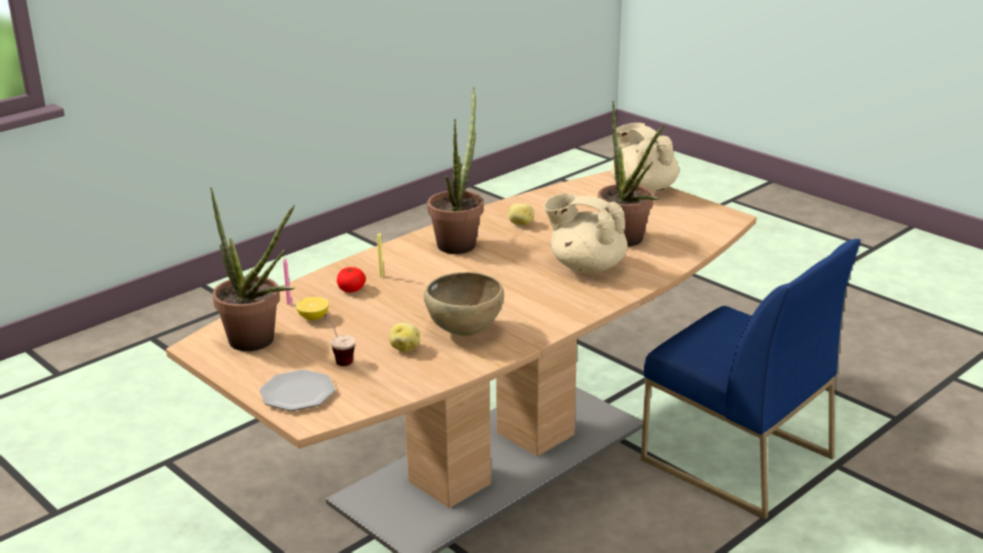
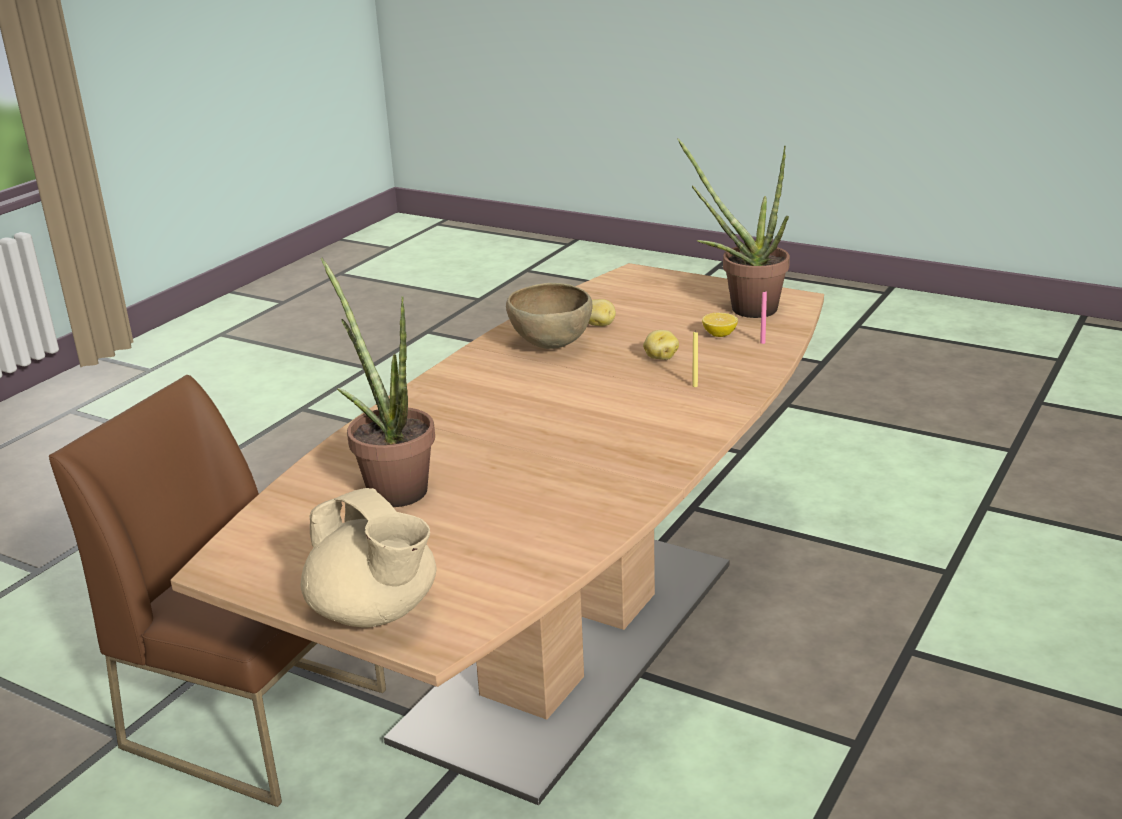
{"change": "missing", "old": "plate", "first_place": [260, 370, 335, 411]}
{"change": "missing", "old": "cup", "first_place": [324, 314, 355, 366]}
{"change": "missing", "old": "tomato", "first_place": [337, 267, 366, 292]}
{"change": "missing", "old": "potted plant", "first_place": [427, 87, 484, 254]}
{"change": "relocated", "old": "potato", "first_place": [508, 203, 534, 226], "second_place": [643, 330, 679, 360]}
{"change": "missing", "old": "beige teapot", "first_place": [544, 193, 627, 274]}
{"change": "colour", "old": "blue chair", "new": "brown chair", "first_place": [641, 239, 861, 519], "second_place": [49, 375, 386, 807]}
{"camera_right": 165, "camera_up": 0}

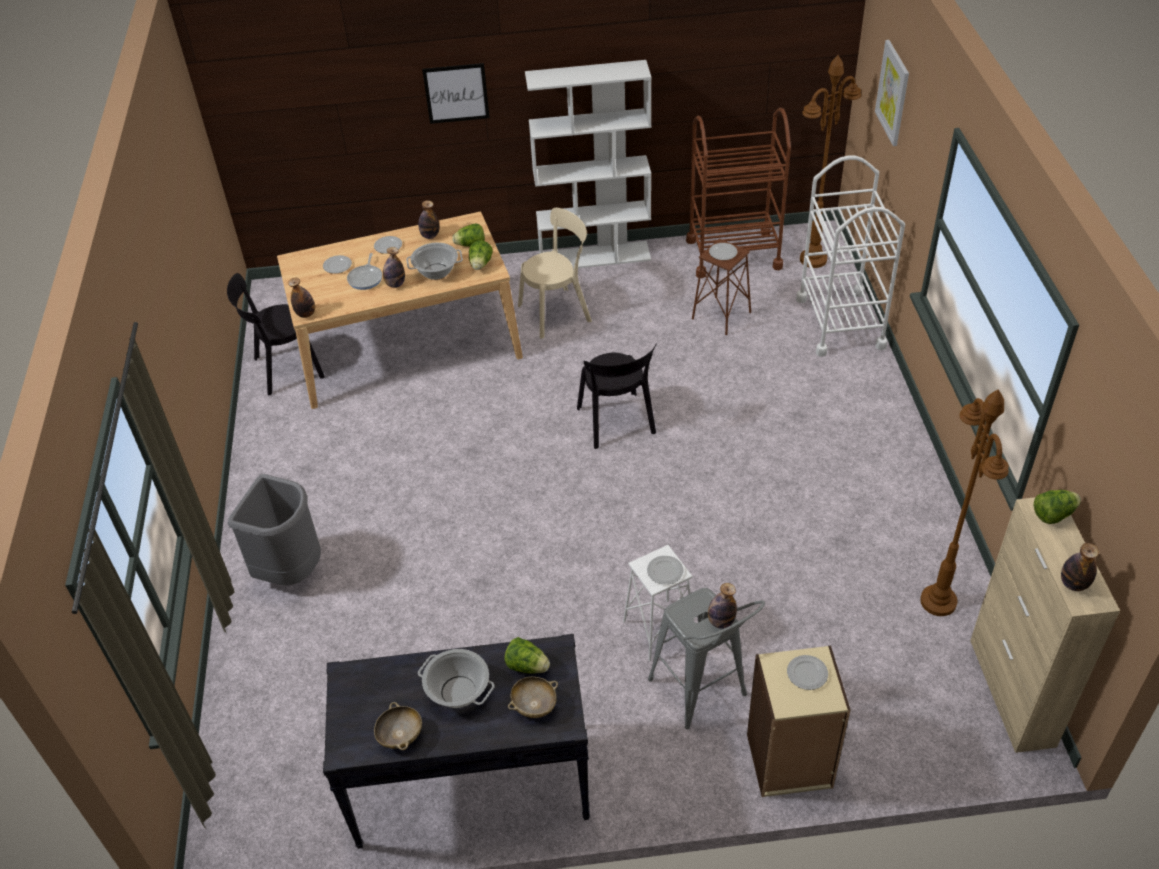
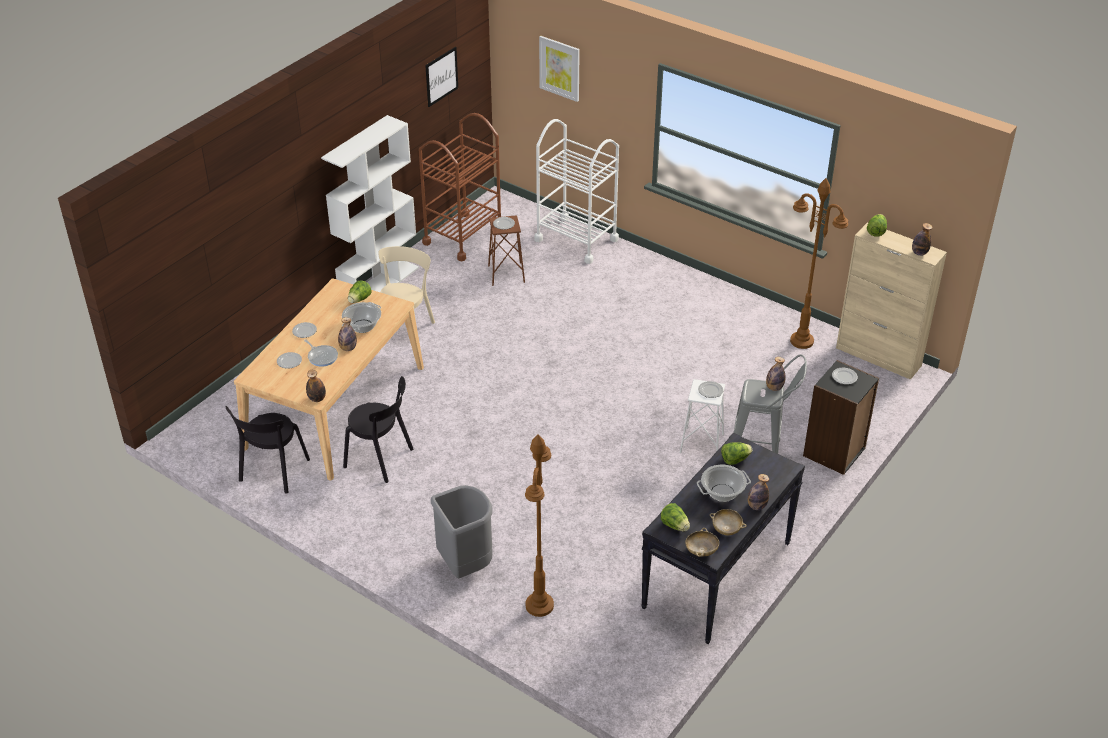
{"change": "relocated", "old": "bottle", "first_place": [418, 200, 439, 239], "second_place": [748, 474, 769, 510]}
{"change": "relocated", "old": "picture", "first_place": [422, 63, 490, 124], "second_place": [425, 47, 458, 107]}
{"change": "relocated", "old": "lettuce", "first_place": [469, 240, 493, 270], "second_place": [661, 503, 690, 531]}
{"change": "relocated", "old": "beige bowl", "first_place": [508, 677, 558, 718], "second_place": [685, 528, 719, 557]}
{"change": "relocated", "old": "black chair", "first_place": [577, 343, 657, 449], "second_place": [343, 376, 413, 483]}
{"change": "colour", "old": "beige bookcase", "new": "black bookcase", "first_place": [747, 646, 850, 797], "second_place": [803, 360, 879, 475]}
{"change": "relocated", "old": "brown floor lamp", "first_place": [800, 55, 861, 268], "second_place": [525, 435, 554, 617]}
{"camera_right": -50, "camera_up": -5}

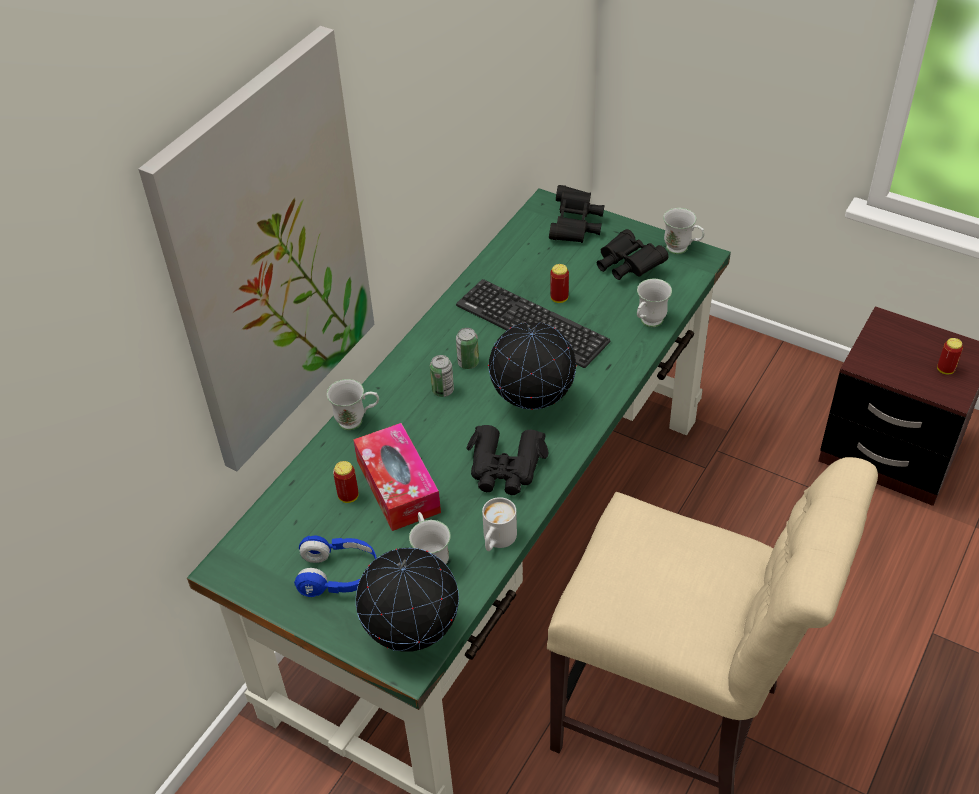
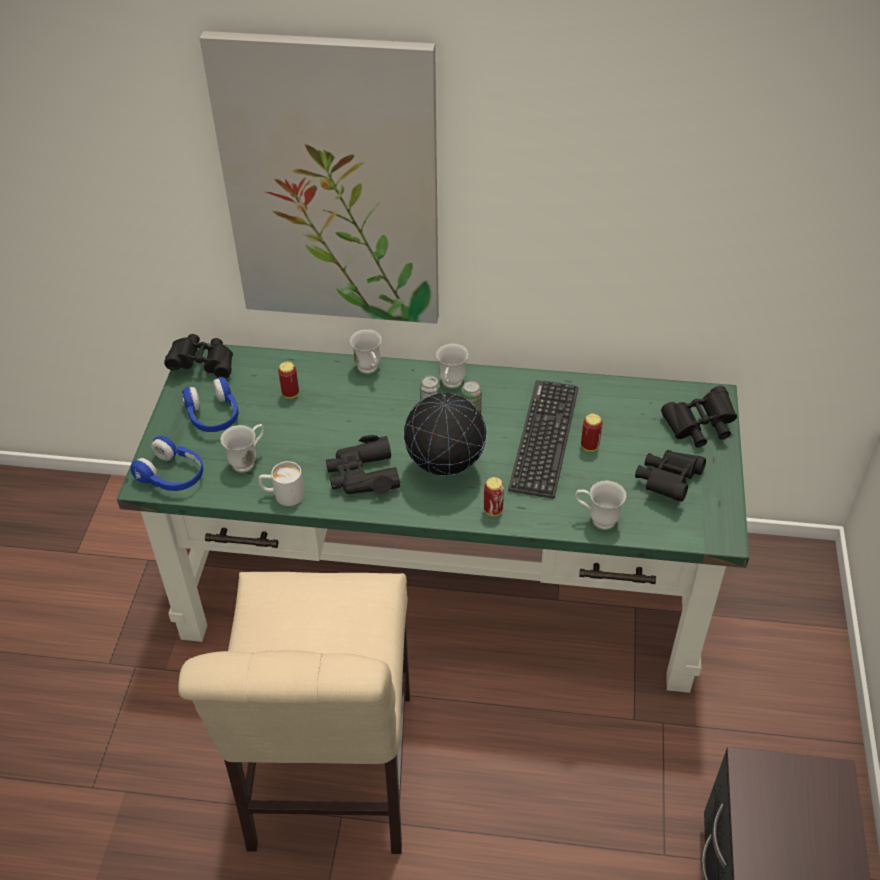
{"change": "missing", "old": "tissue box", "first_place": [353, 423, 441, 531]}
{"change": "exchanged", "old": "globe", "new": "blue headphones", "first_place": [356, 548, 459, 651], "second_place": [131, 436, 203, 491]}
{"change": "relocated", "old": "white mug", "first_place": [663, 208, 705, 254], "second_place": [436, 343, 469, 389]}
{"change": "relocated", "old": "can", "first_place": [937, 338, 963, 374], "second_place": [484, 477, 504, 516]}
{"change": "appeared", "new": "black binoculars", "second_place": [164, 334, 233, 378]}
{"camera_right": 65, "camera_up": 0}

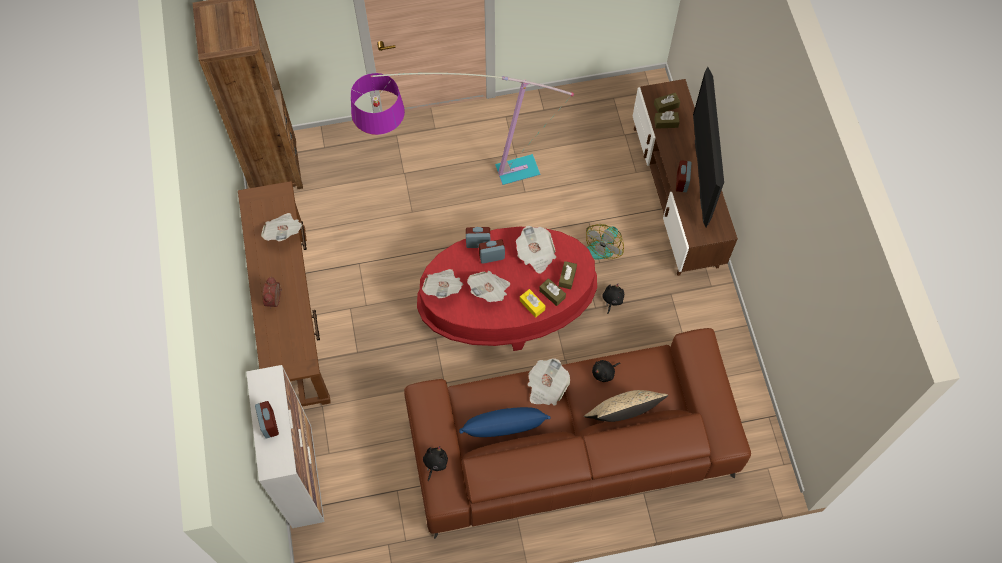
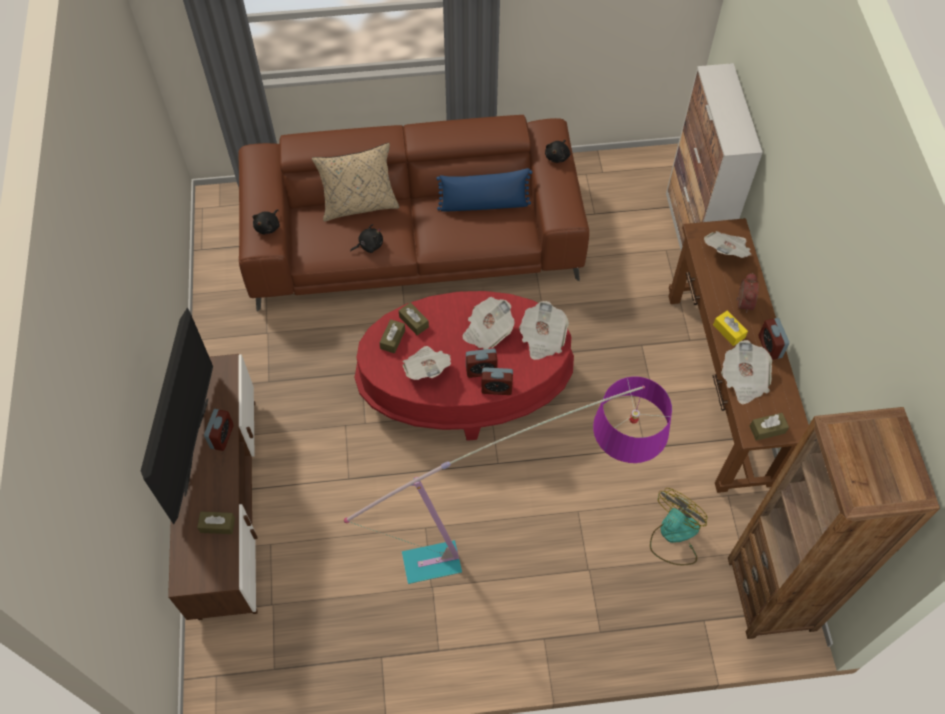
{"change": "relocated", "old": "alarm clock", "first_place": [255, 401, 279, 439], "second_place": [759, 318, 789, 360]}
{"change": "relocated", "old": "yellow tissue box", "first_place": [520, 289, 545, 318], "second_place": [713, 310, 748, 346]}
{"change": "relocated", "old": "newspaper", "first_place": [528, 358, 570, 405], "second_place": [704, 231, 752, 258]}
{"change": "relocated", "old": "fan", "first_place": [586, 224, 624, 259], "second_place": [650, 488, 707, 565]}
{"change": "relocated", "old": "black plush toy", "first_place": [602, 284, 624, 314], "second_place": [252, 209, 280, 234]}
{"change": "relocated", "old": "brown tissue box", "first_place": [654, 93, 680, 113], "second_place": [750, 413, 789, 441]}
{"camera_right": -175, "camera_up": -5}

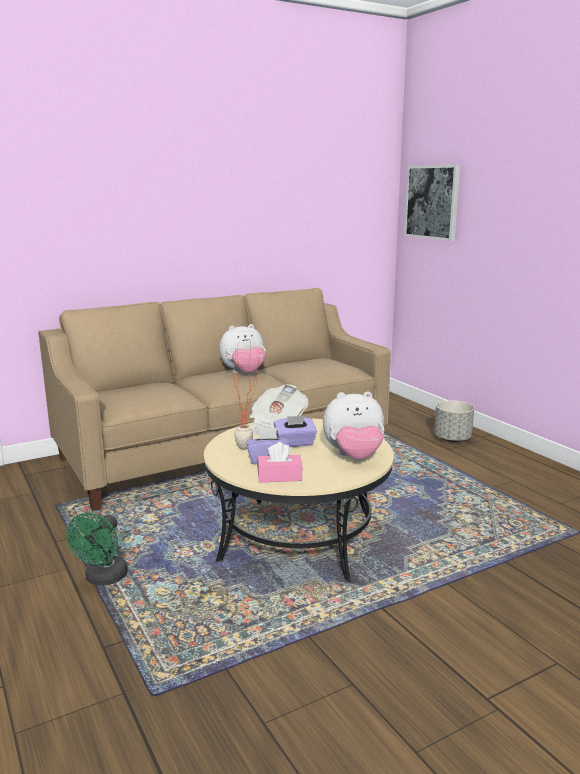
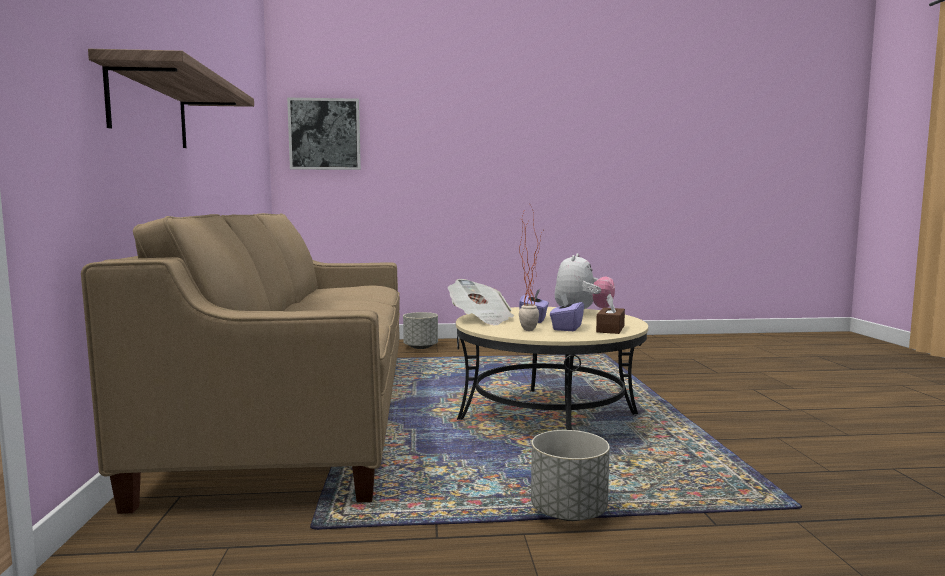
{"change": "exchanged", "old": "green fan", "new": "grey planter", "first_place": [66, 513, 128, 585], "second_place": [531, 430, 610, 521]}
{"change": "missing", "old": "plush toy", "first_place": [219, 324, 266, 373]}
{"change": "colour", "old": "pink tissue box", "new": "brown tissue box", "first_place": [257, 442, 303, 483], "second_place": [596, 294, 625, 334]}
{"change": "appeared", "new": "shelf", "second_place": [88, 49, 254, 148]}
{"camera_right": -65, "camera_up": -10}

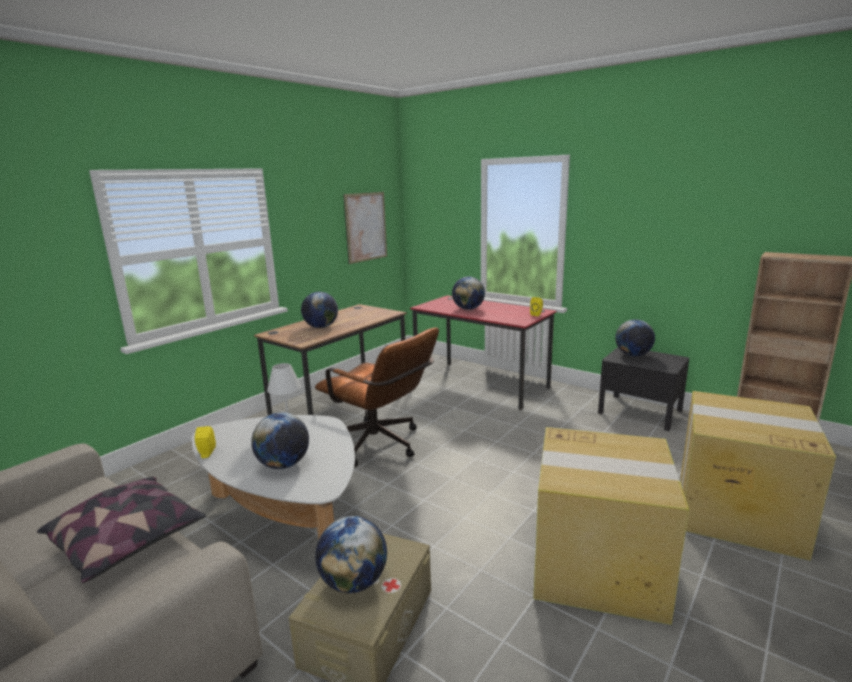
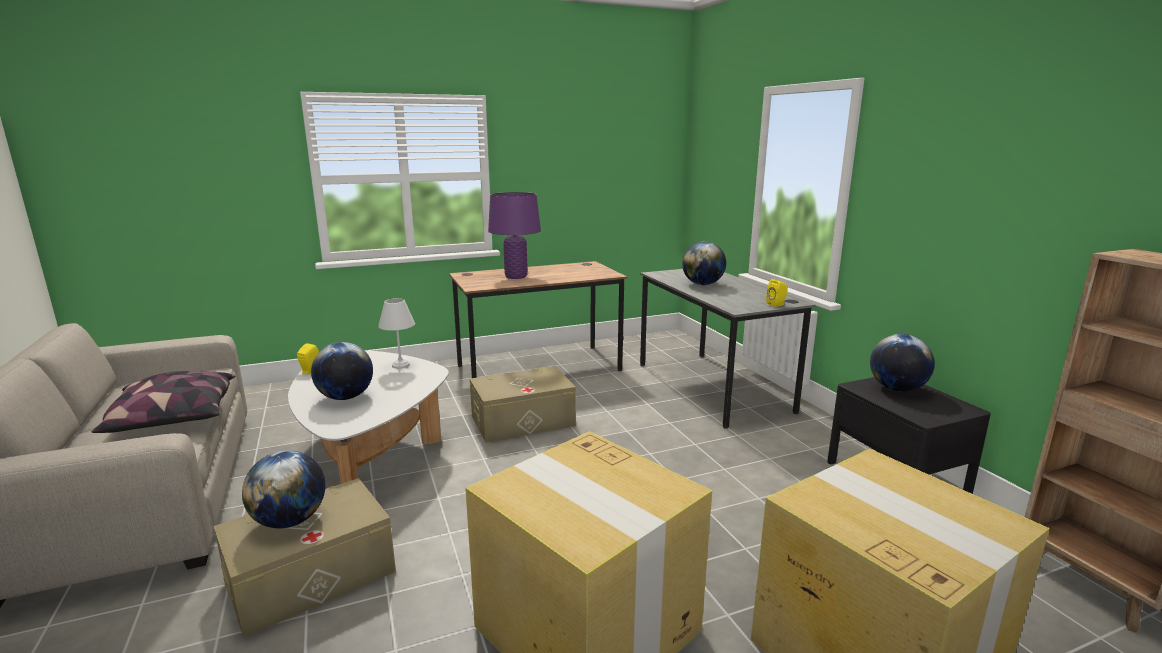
{"change": "exchanged", "old": "globe", "new": "purple table lamp", "first_place": [301, 292, 338, 328], "second_place": [488, 192, 541, 279]}
{"change": "exchanged", "old": "brown office chair", "new": "beige storage box", "first_place": [315, 328, 439, 467], "second_place": [470, 366, 576, 443]}
{"change": "missing", "old": "picture", "first_place": [343, 192, 387, 264]}
{"change": "colour", "old": "red desk", "new": "grey desk", "first_place": [410, 295, 557, 410], "second_place": [640, 269, 816, 429]}
{"camera_right": 30, "camera_up": 0}

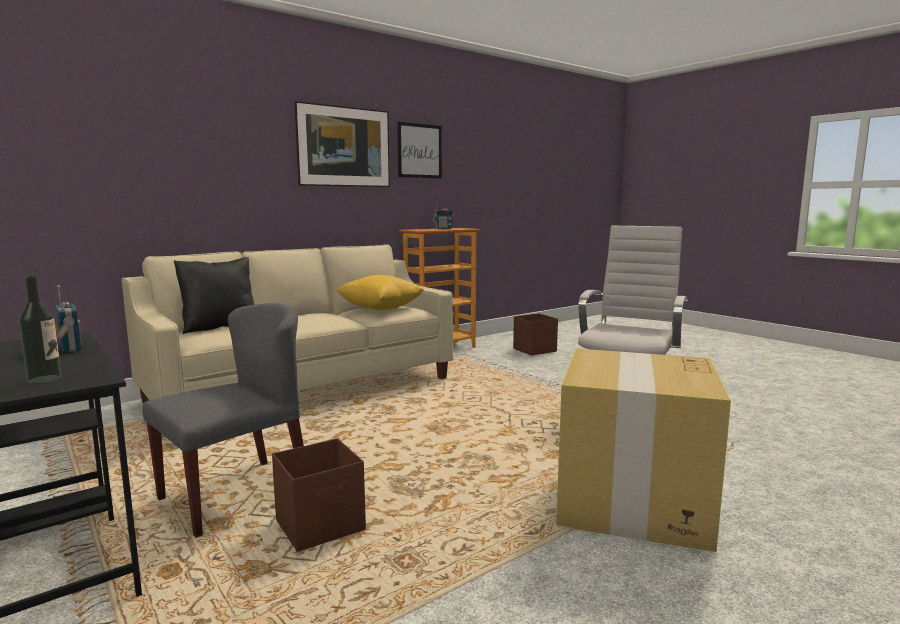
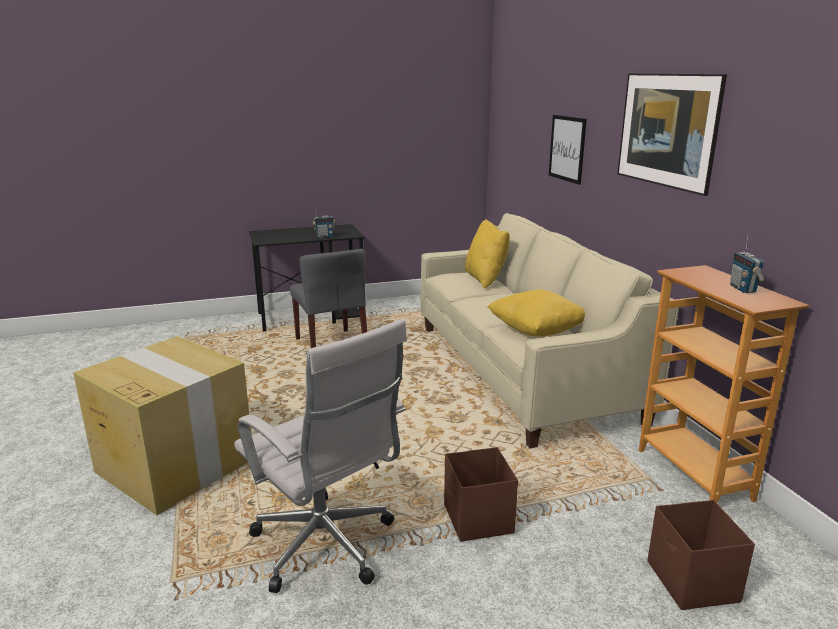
{"change": "missing", "old": "bottle", "first_place": [19, 276, 62, 384]}
{"change": "colour", "old": "black pillow", "new": "yellow pillow", "first_place": [174, 257, 254, 334], "second_place": [465, 219, 510, 289]}
{"change": "relocated", "old": "brown storage box", "first_place": [272, 438, 366, 552], "second_place": [444, 447, 518, 542]}
{"change": "relocated", "old": "picture", "first_place": [397, 122, 442, 179], "second_place": [549, 115, 587, 185]}
{"camera_right": 110, "camera_up": 10}

